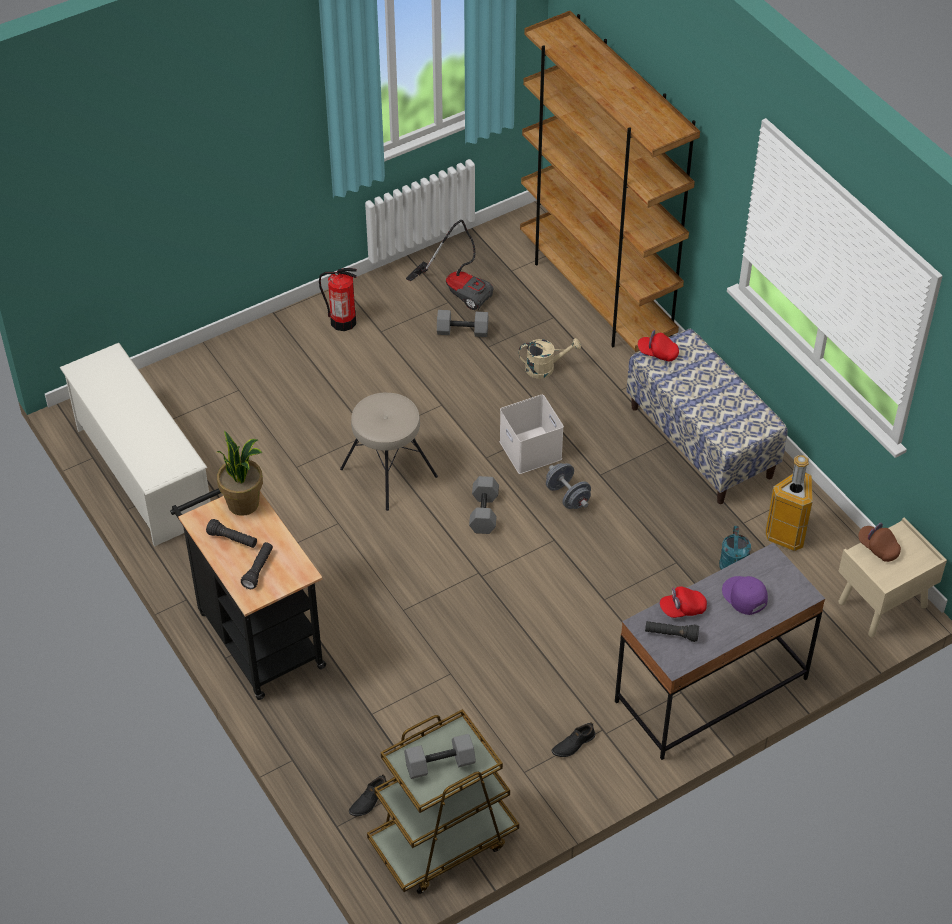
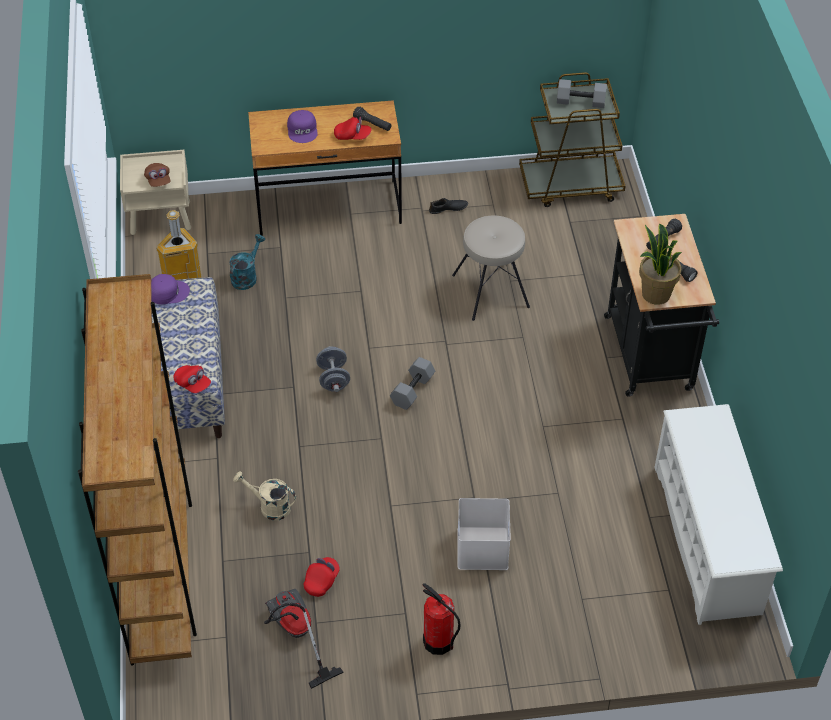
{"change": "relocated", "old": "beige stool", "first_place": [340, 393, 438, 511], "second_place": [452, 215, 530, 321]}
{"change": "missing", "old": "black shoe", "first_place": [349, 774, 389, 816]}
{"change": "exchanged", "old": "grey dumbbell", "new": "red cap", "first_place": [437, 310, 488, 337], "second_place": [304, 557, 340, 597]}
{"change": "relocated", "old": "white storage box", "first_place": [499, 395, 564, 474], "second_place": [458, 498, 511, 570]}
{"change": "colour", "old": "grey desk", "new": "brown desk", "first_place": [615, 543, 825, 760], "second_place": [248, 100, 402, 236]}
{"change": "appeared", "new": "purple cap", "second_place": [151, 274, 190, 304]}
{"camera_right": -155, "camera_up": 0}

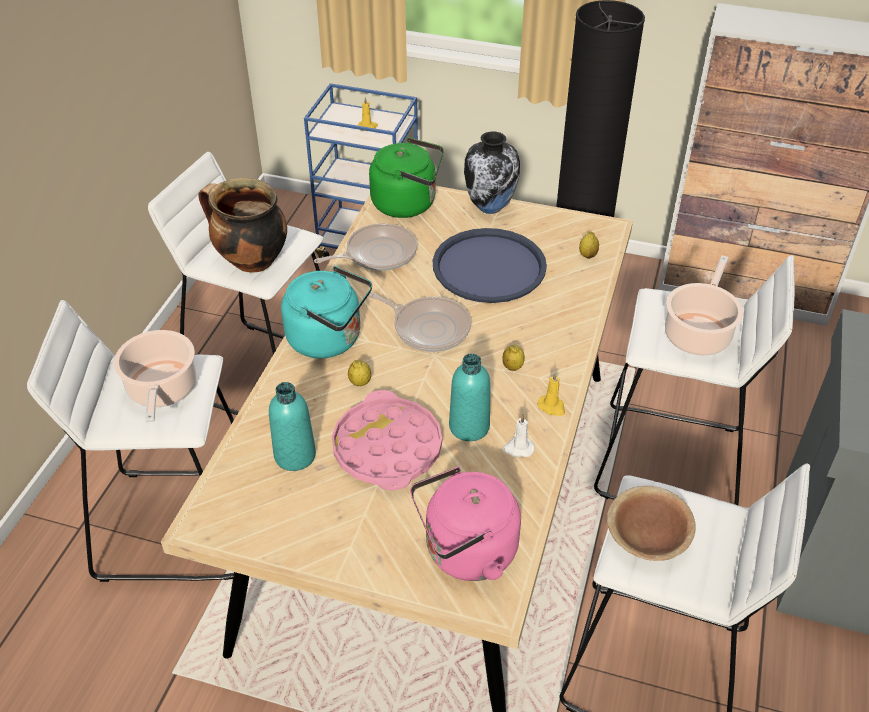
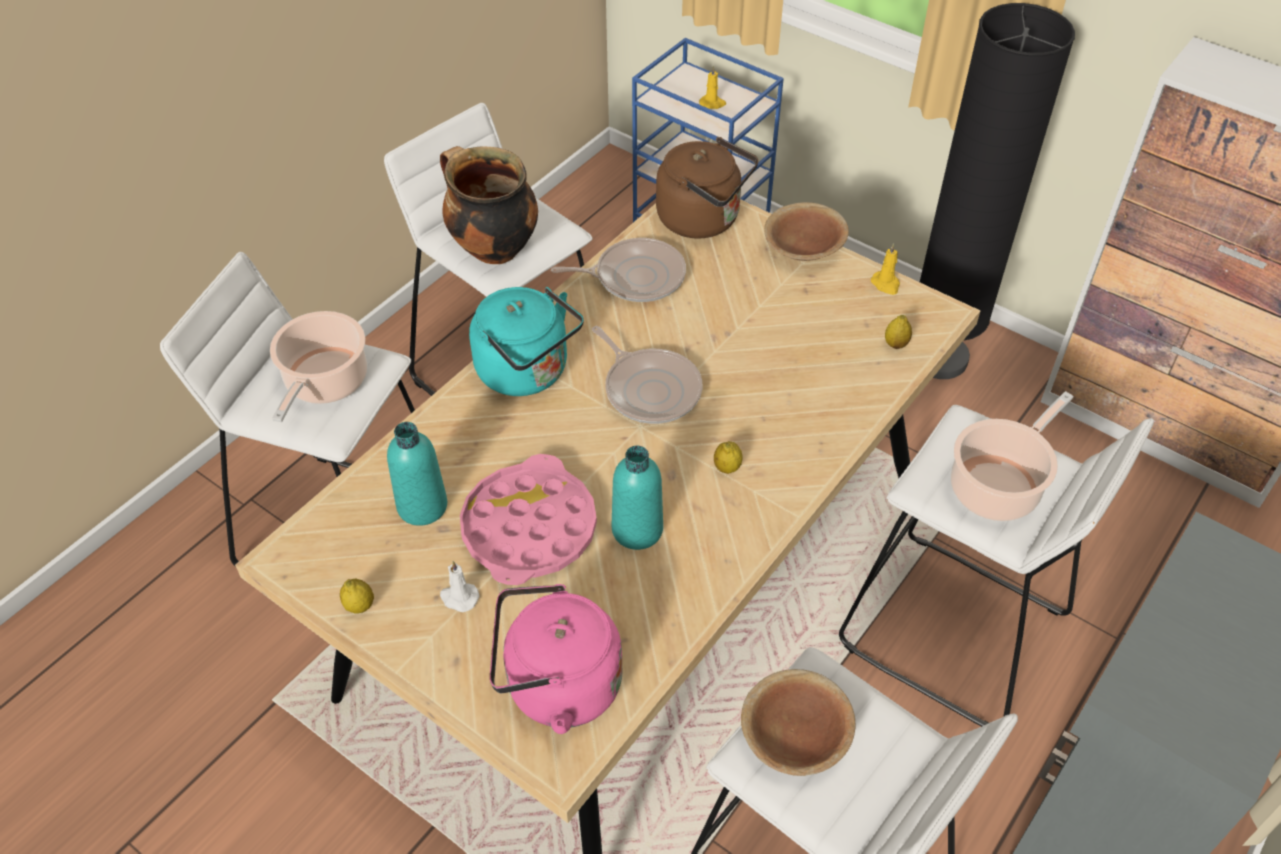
{"change": "relocated", "old": "lemon", "first_place": [348, 360, 371, 386], "second_place": [340, 579, 374, 613]}
{"change": "colour", "old": "green kettle", "new": "brown kettle", "first_place": [369, 137, 444, 218], "second_place": [656, 137, 758, 238]}
{"change": "missing", "old": "blue tray", "first_place": [433, 228, 547, 303]}
{"change": "exchanged", "old": "vase", "new": "brown bowl", "first_place": [464, 131, 520, 214], "second_place": [764, 202, 849, 261]}
{"change": "relocated", "old": "white candle", "first_place": [503, 415, 534, 457], "second_place": [440, 561, 479, 612]}
{"change": "relocated", "old": "yellow candle", "first_place": [538, 372, 565, 416], "second_place": [871, 243, 900, 295]}
{"camera_right": 20, "camera_up": 5}

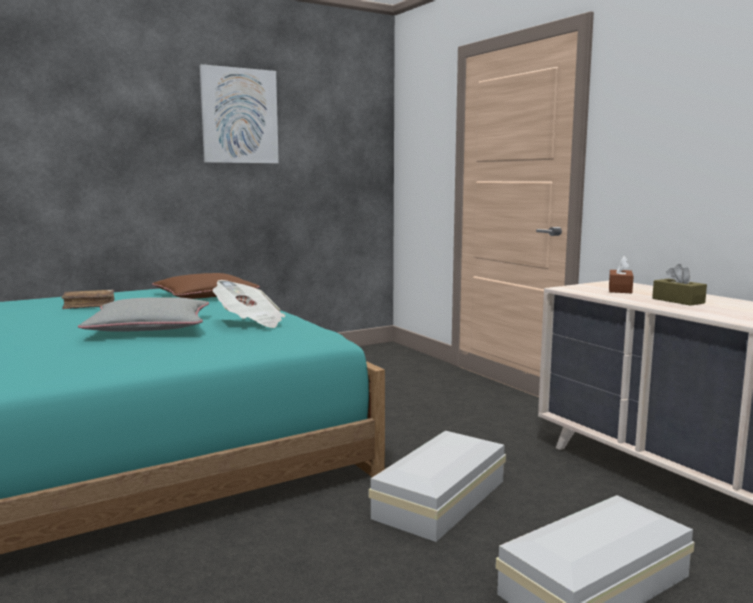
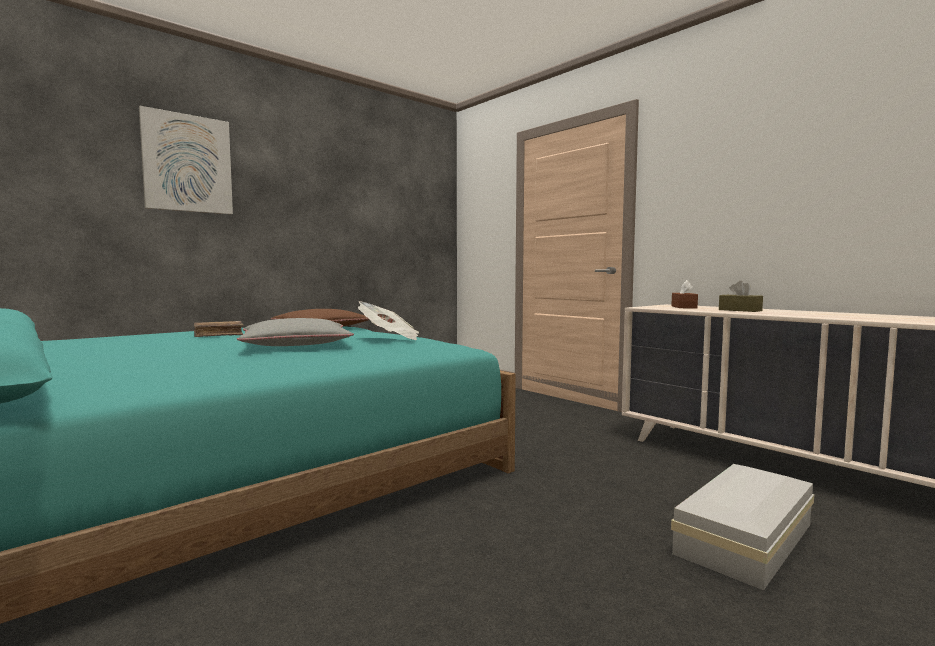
{"change": "relocated", "old": "picture", "first_place": [200, 64, 279, 163], "second_place": [139, 106, 233, 214]}
{"change": "missing", "old": "white storage box", "first_place": [369, 431, 506, 542]}
{"camera_right": -10, "camera_up": -5}

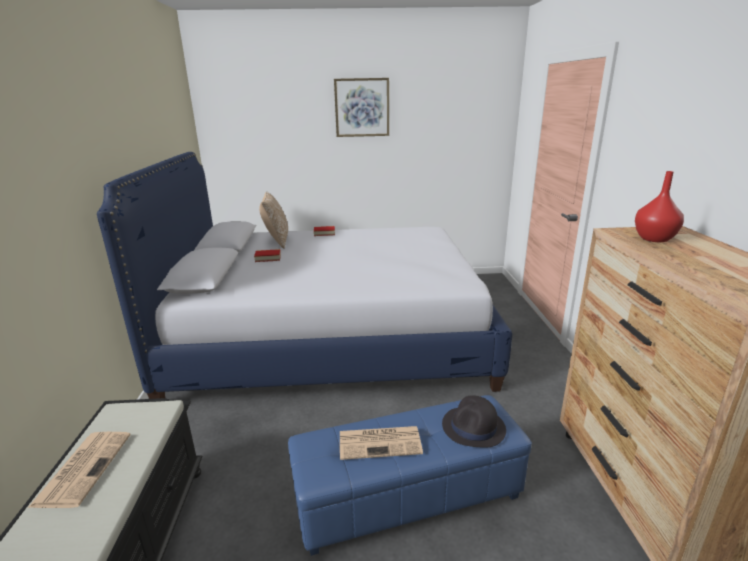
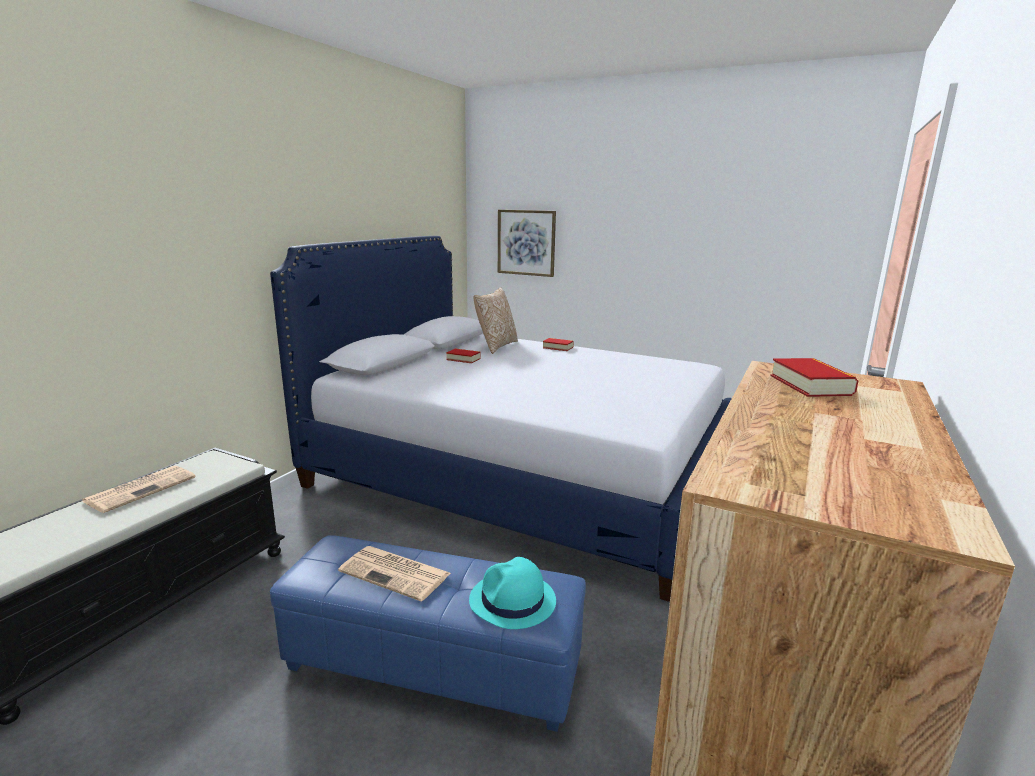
{"change": "relocated", "old": "picture", "first_place": [334, 78, 389, 137], "second_place": [498, 210, 556, 277]}
{"change": "colour", "old": "black hat", "new": "turquoise hat", "first_place": [442, 395, 506, 448], "second_place": [469, 557, 556, 629]}
{"change": "exchanged", "old": "red vase", "new": "book", "first_place": [635, 171, 684, 242], "second_place": [770, 358, 859, 397]}
{"camera_right": 30, "camera_up": -5}

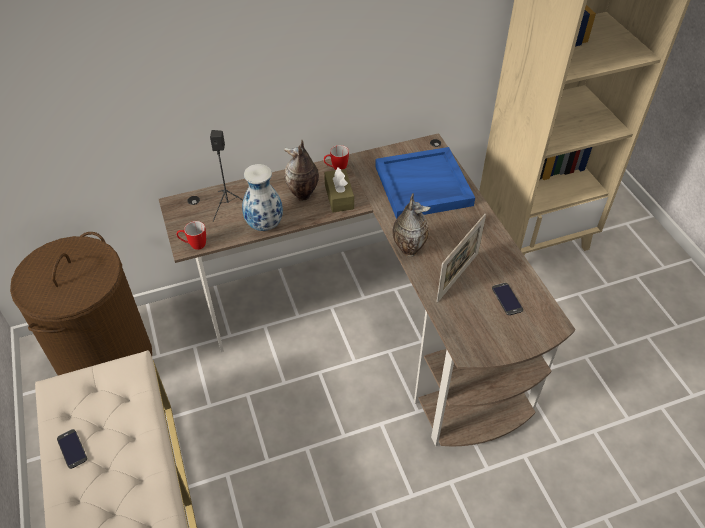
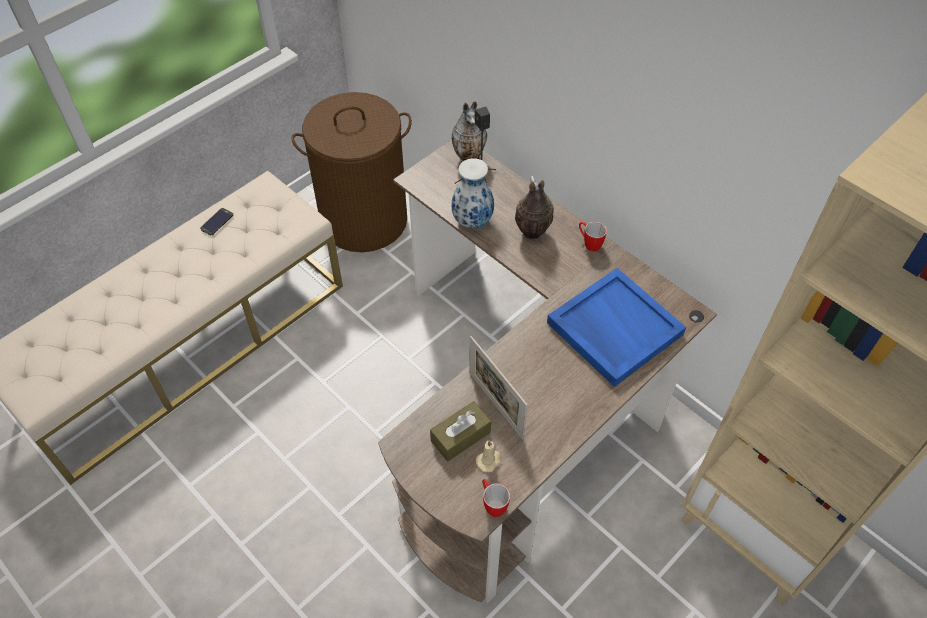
{"change": "relocated", "old": "mug", "first_place": [177, 221, 206, 250], "second_place": [482, 479, 510, 517]}
{"change": "relocated", "old": "brown tissue box", "first_place": [324, 167, 354, 212], "second_place": [430, 401, 491, 461]}
{"change": "relocated", "old": "vase", "first_place": [392, 193, 430, 257], "second_place": [452, 101, 487, 162]}
{"change": "spun", "old": "picture frame", "first_place": [436, 214, 486, 303], "second_place": [469, 336, 528, 440], "degrees": 45}
{"change": "exchanged", "old": "phone", "new": "beige candle", "first_place": [492, 283, 523, 315], "second_place": [476, 440, 501, 472]}
{"camera_right": 65, "camera_up": 5}

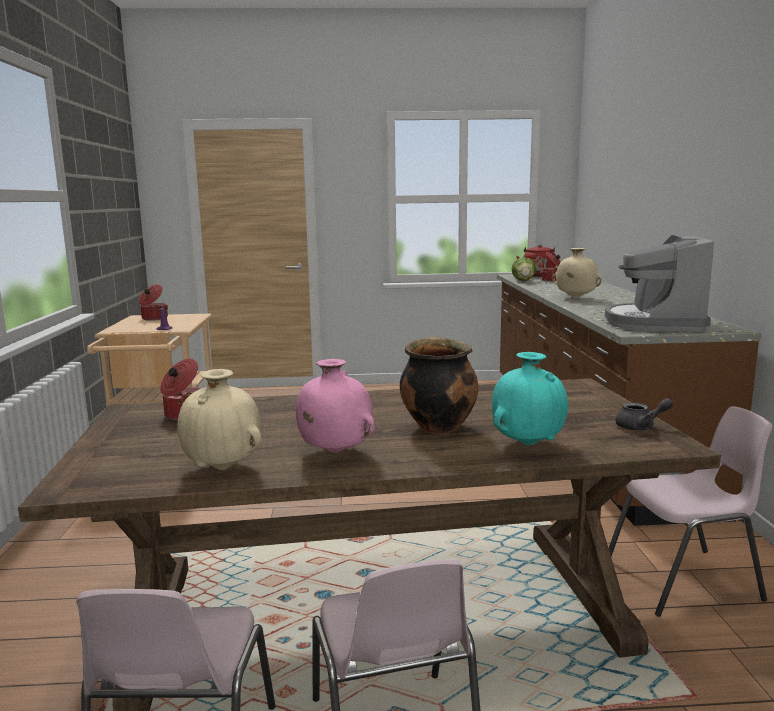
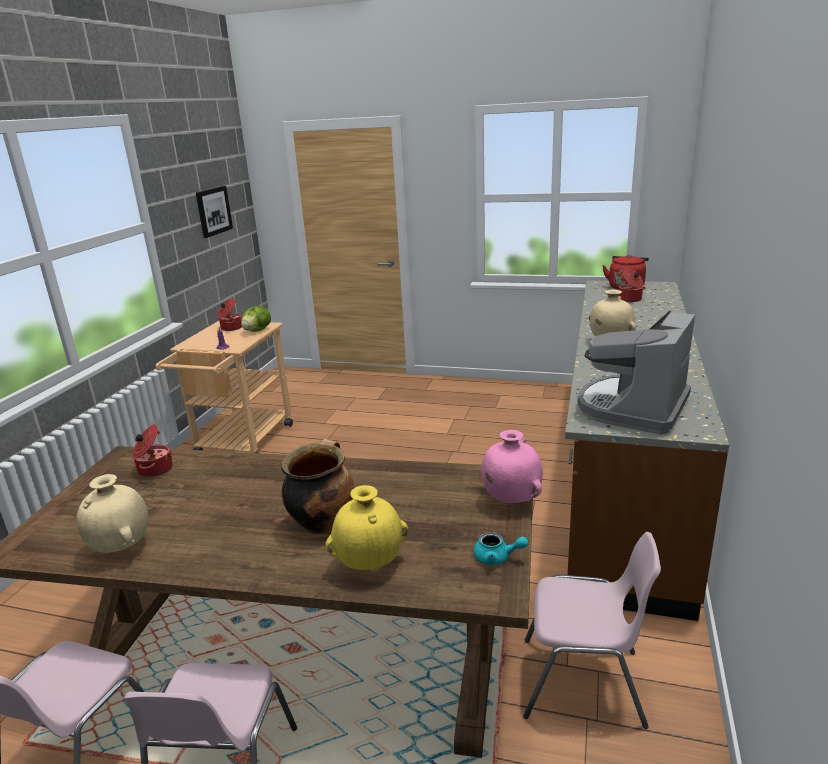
{"change": "relocated", "old": "pink vase", "first_place": [296, 359, 374, 453], "second_place": [481, 430, 543, 503]}
{"change": "colour", "old": "turquoise vase", "new": "yellow vase", "first_place": [492, 352, 568, 445], "second_place": [325, 485, 409, 572]}
{"change": "relocated", "old": "lettuce", "first_place": [512, 257, 536, 281], "second_place": [241, 306, 271, 332]}
{"change": "colour", "old": "grey teapot", "new": "turquoise teapot", "first_place": [615, 398, 673, 431], "second_place": [473, 532, 528, 565]}
{"change": "appeared", "new": "picture", "second_place": [196, 186, 233, 238]}
{"camera_right": 20, "camera_up": 10}

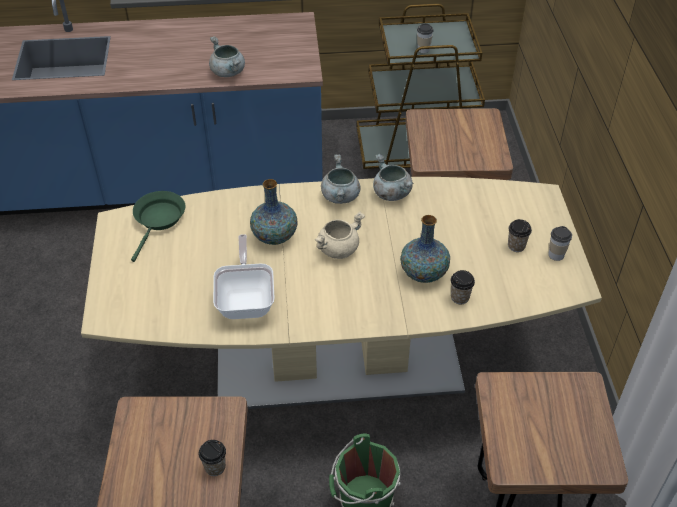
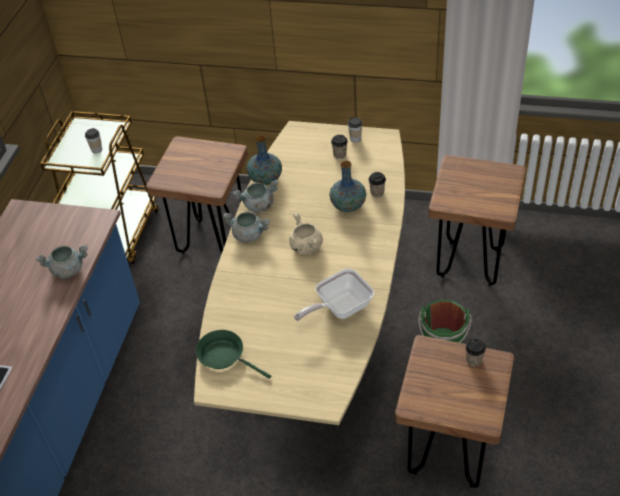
{"change": "spun", "old": "frying pan", "first_place": [213, 234, 275, 319], "second_place": [294, 269, 374, 321], "degrees": -45}
{"change": "relocated", "old": "vase", "first_place": [250, 179, 298, 245], "second_place": [247, 136, 282, 185]}
{"camera_right": -70, "camera_up": 0}

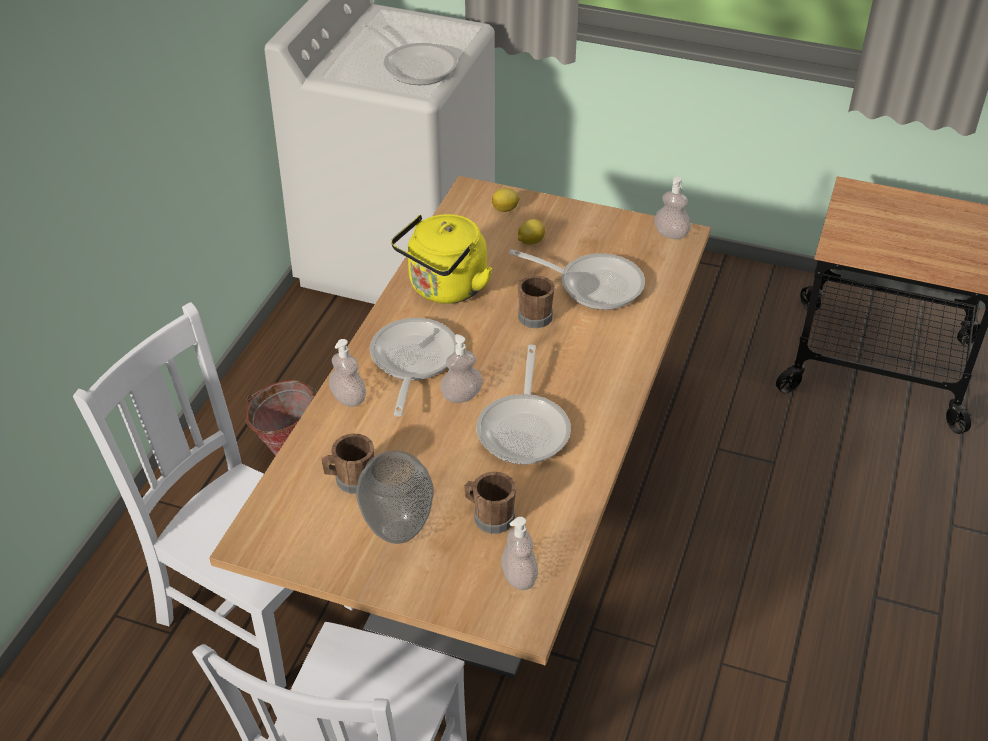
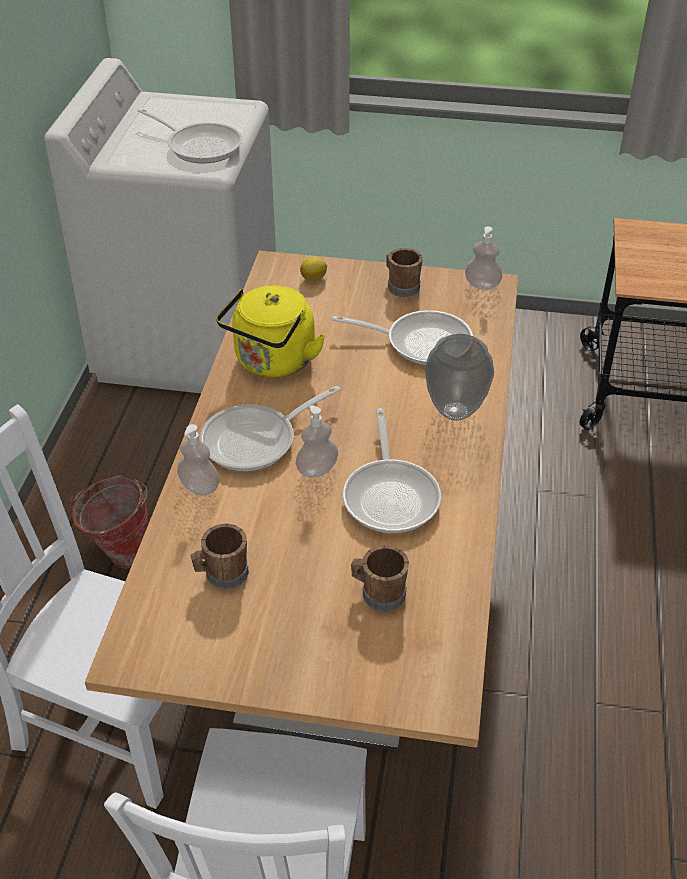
{"change": "relocated", "old": "vase", "first_place": [356, 451, 434, 544], "second_place": [425, 334, 494, 421]}
{"change": "spun", "old": "frying pan", "first_place": [370, 318, 457, 417], "second_place": [200, 386, 341, 471], "degrees": -120}
{"change": "missing", "old": "soap dispenser", "first_place": [501, 517, 538, 590]}
{"change": "missing", "old": "lemon", "first_place": [518, 219, 545, 245]}
{"change": "relocated", "old": "brown mug", "first_place": [518, 275, 555, 328], "second_place": [386, 248, 423, 297]}
{"camera_right": -10, "camera_up": 0}

